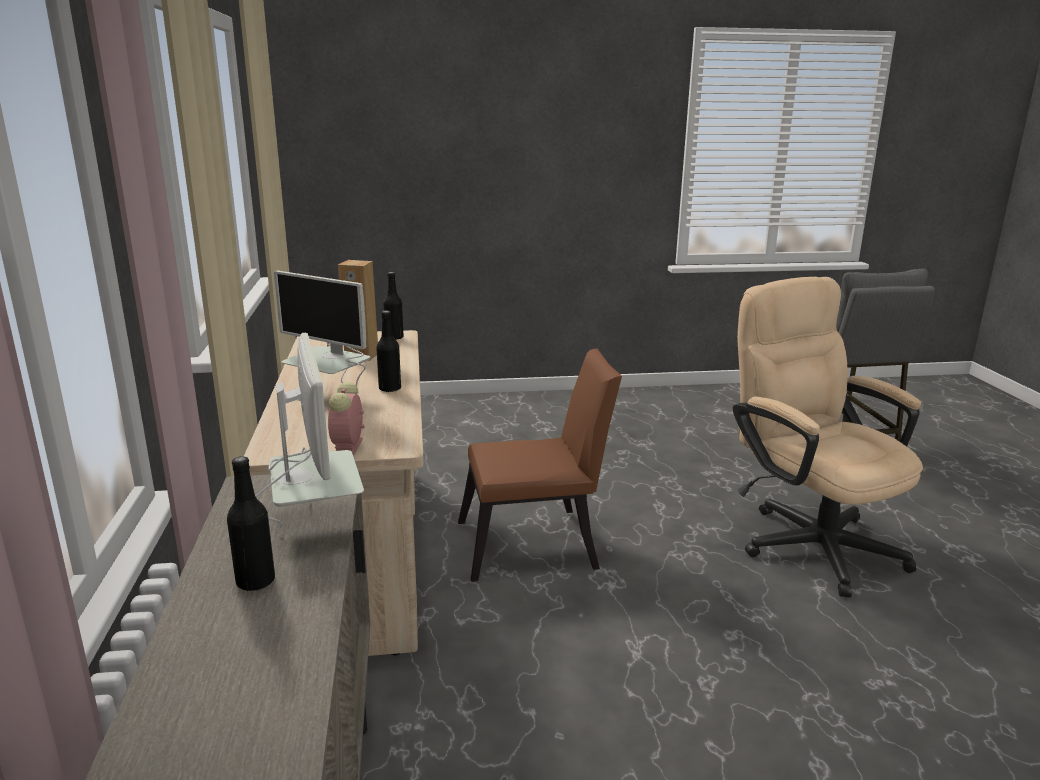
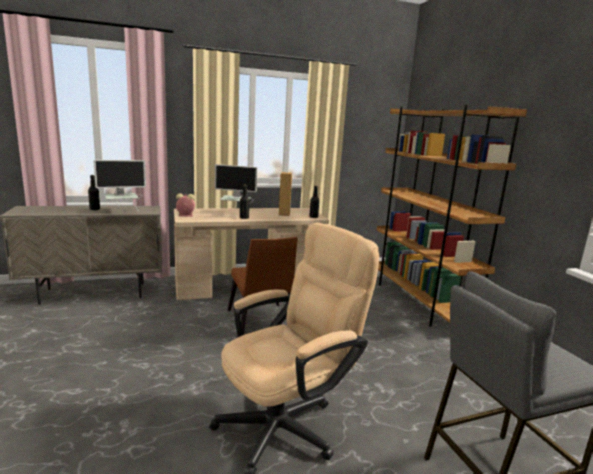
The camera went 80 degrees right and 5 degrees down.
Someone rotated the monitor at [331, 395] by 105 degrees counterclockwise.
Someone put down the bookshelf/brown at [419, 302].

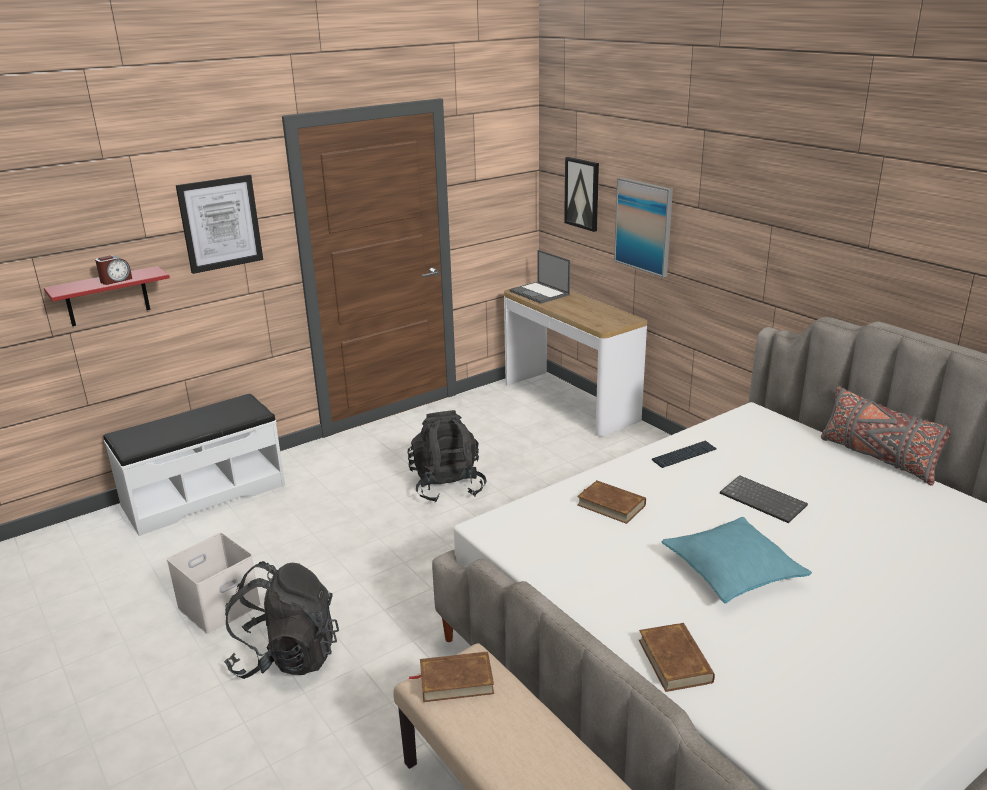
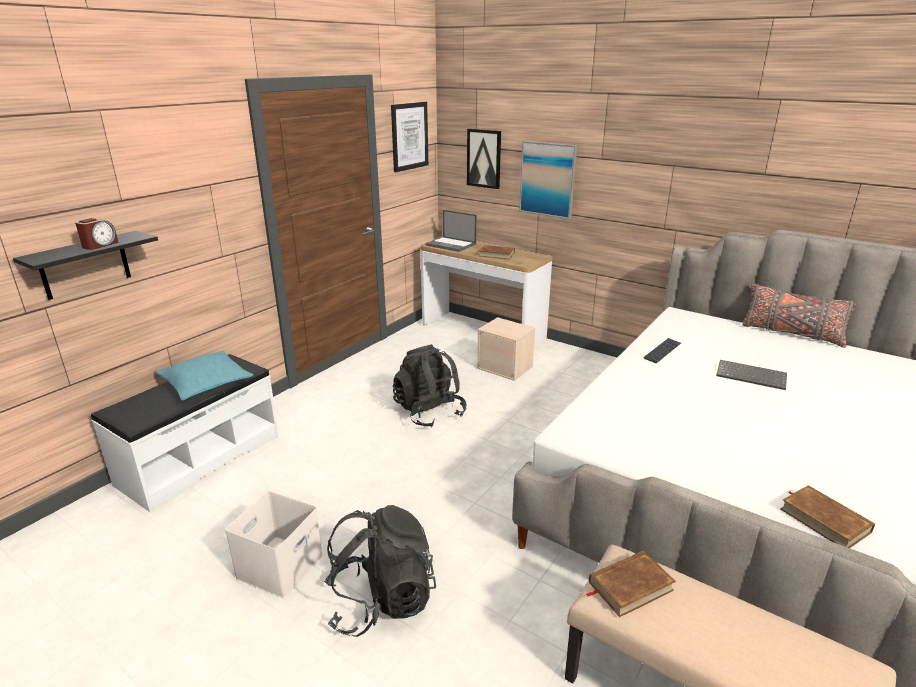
The camera went 20 degrees left and 0 degrees up.
Someone repainted the bracket shelf/red-coloured at [107, 297], which became the bracket shelf/black-coloured at [85, 265].
Someone carried the wall picture from [220, 223] to [409, 136].
Someone carried the volume/brown from [611, 505] to [496, 254].
Someone carried the cushion/turquoise-coloured from [732, 570] to [206, 383].
Someone put down the storage bin/sand-coloured at [505, 367].

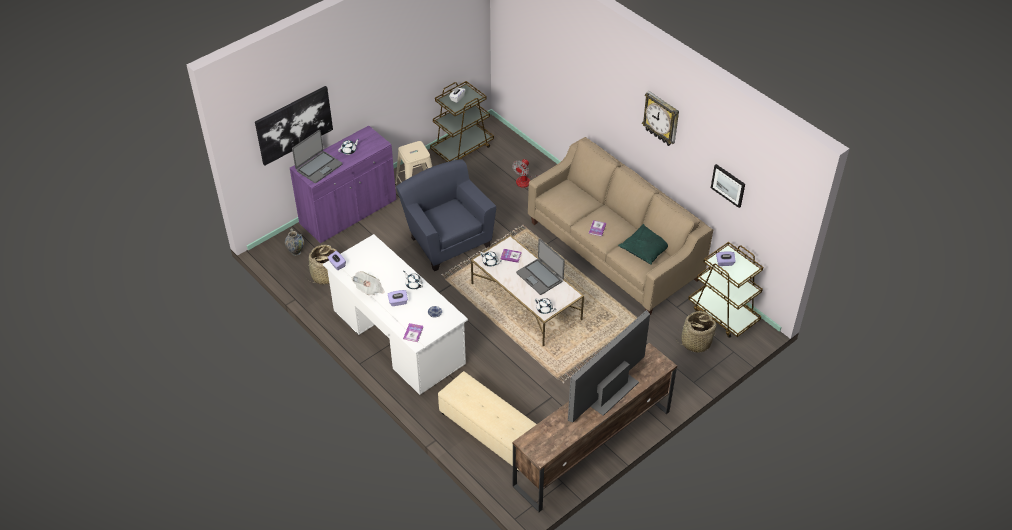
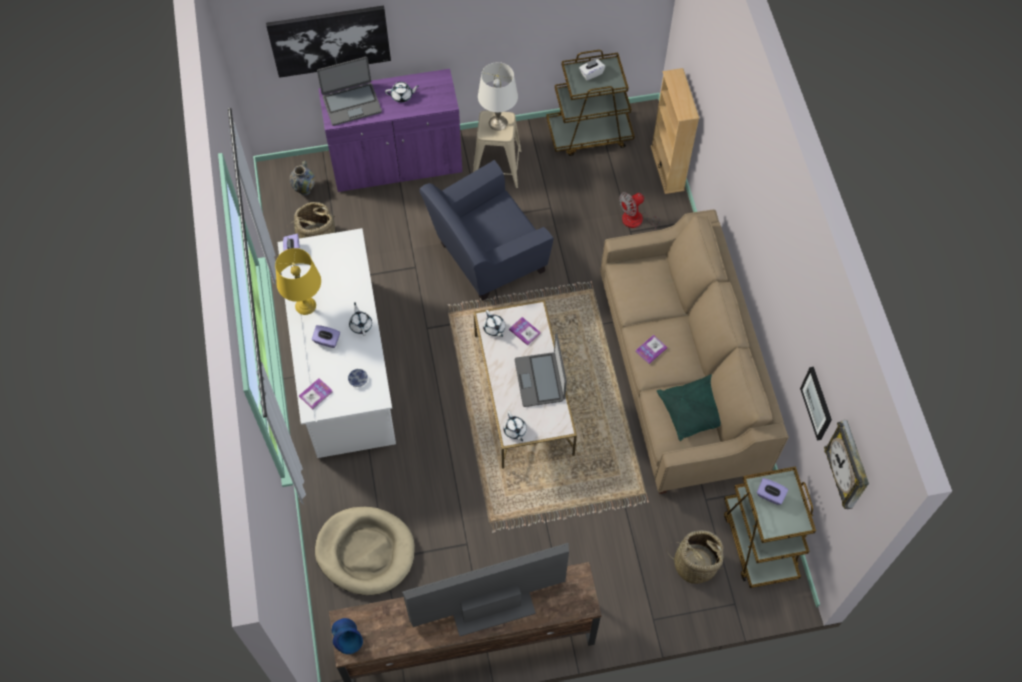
The camera went 30 degrees right and 15 degrees up.
Someone swapped the printed paper at [369, 289] for the table lamp/yellowish at [306, 305].
Someone rotated the armchair/blue at [447, 239] by 120 degrees counterclockwise.
Someone swapped the ottoman/sand-coloured at [490, 431] for the dog bed/sand-coloured at [365, 551].
Someone carried the hanging clock from [661, 118] to [848, 466].
Someone put down the flower vase/blue at [349, 641].
Someone put down the table lamp/white-coloured at [497, 122].
Someone put down the bookshelf/sand-coloured at [667, 168].

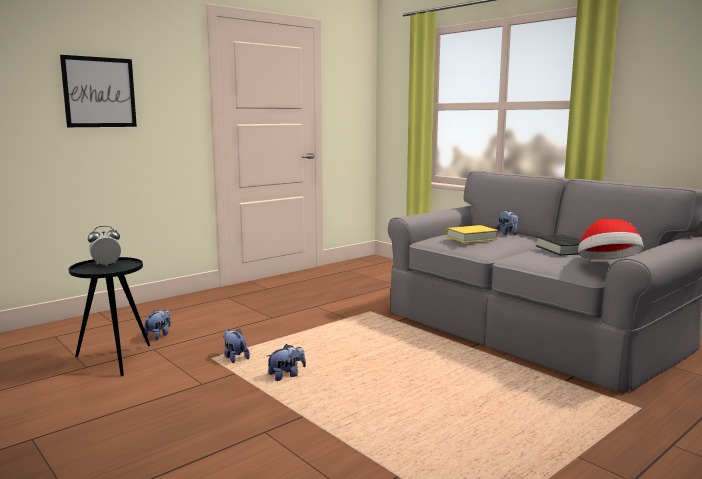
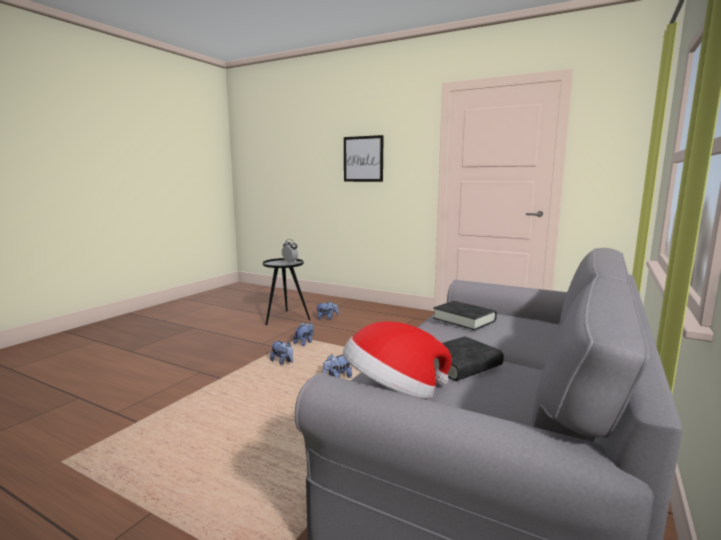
The camera went 70 degrees right and 0 degrees up.
Someone repainted the volume/yellowish at [471, 238], which became the volume/black-coloured at [464, 320].
Someone carried the soft toy from [507, 234] to [337, 378].

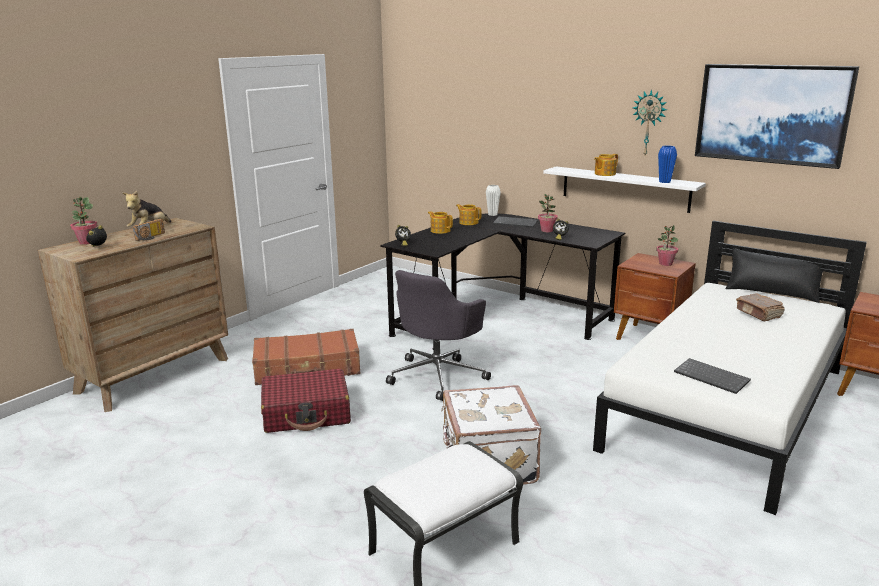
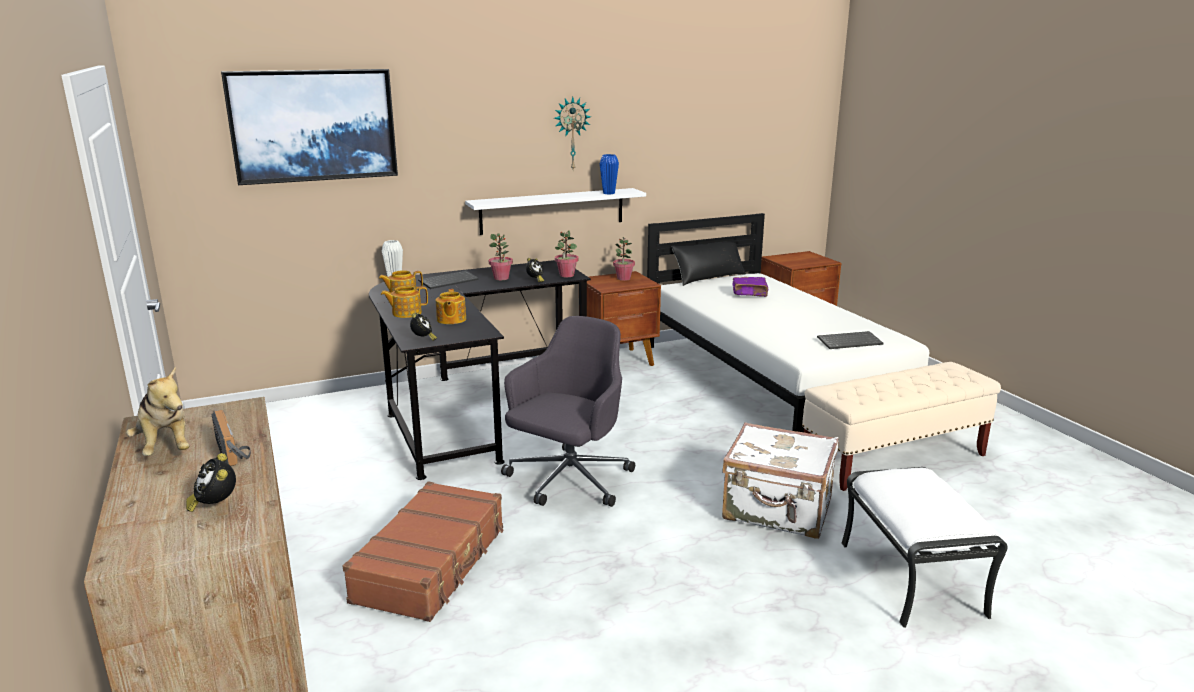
The camera went 60 degrees left and 0 degrees up.
Someone carried the plant in a pot from [87, 242] to [566, 275].
Someone took away the travel case/red-coloured at [307, 413].
Someone rotated the desk chair/gray at [438, 375] by 120 degrees counterclockwise.
Someone carried the pot for tea from [604, 174] to [451, 320].
Someone carried the wall picture from [771, 114] to [313, 125].
Someone repainted the volume/brown at [758, 314], which became the volume/purplish at [750, 293].
Someone put down the indoor bench/sand-coloured at [893, 458].

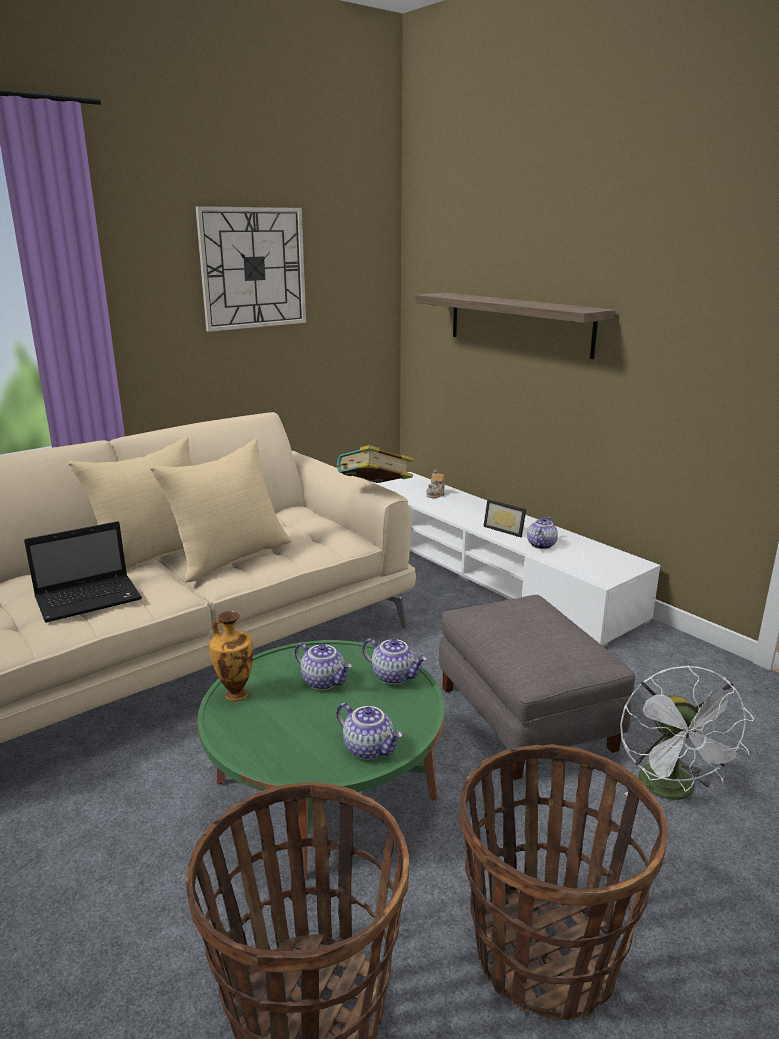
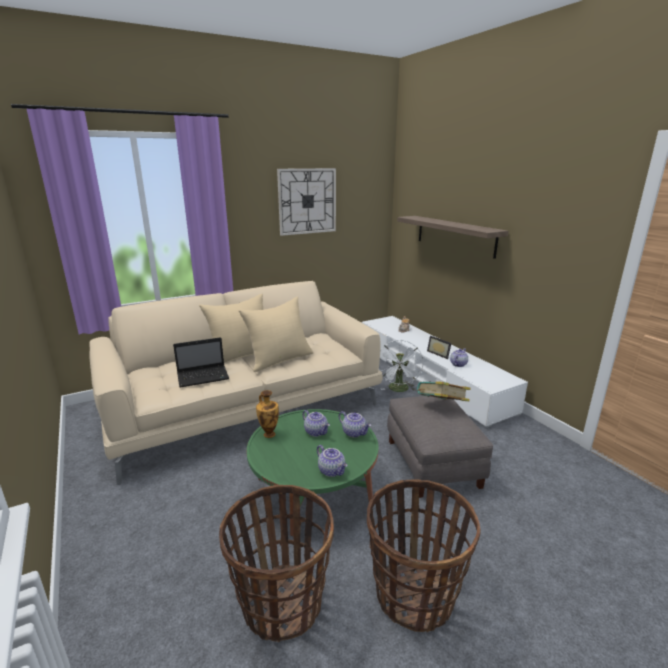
The camera went 10 degrees right and 0 degrees up.
Someone carried the volume from [374, 490] to [441, 406].
Someone carried the cooling fan/white-coloured from [672, 791] to [399, 390].

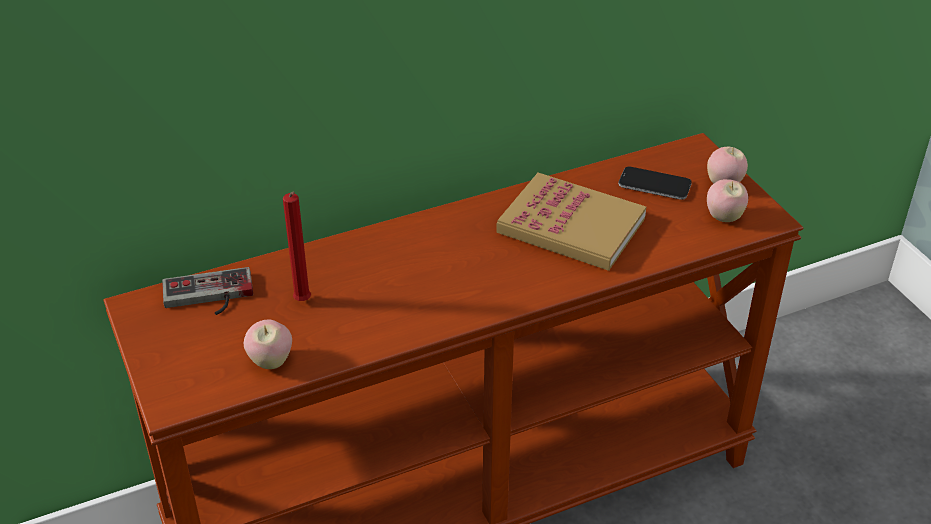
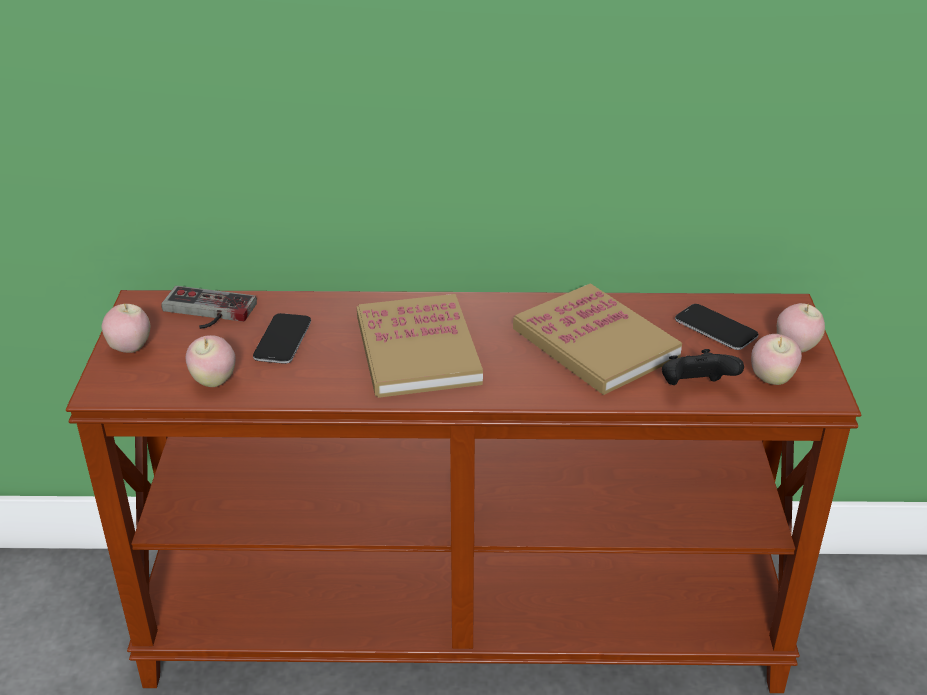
The camera went 25 degrees right and 5 degrees down.
Someone swapped the wax candle/red-coloured at [303, 303] for the phone at [282, 340].
Someone put down the apple at [130, 348].
Someone put down the volume at [417, 350].
Someone put down the gamepad/black-coloured at [695, 389].

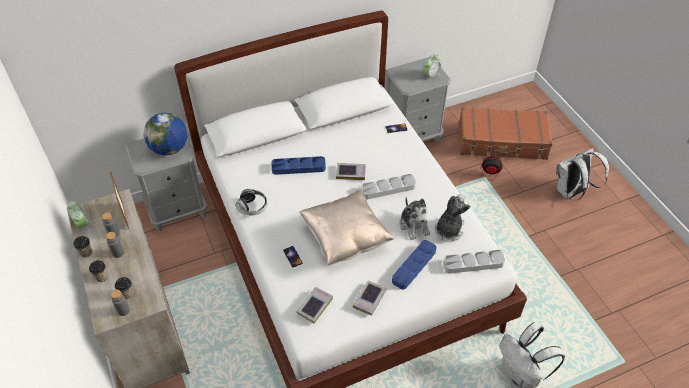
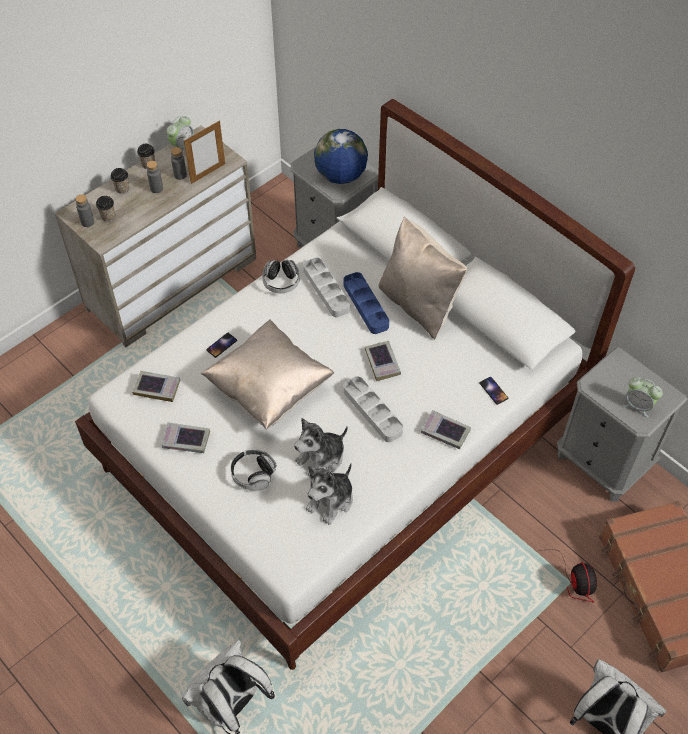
The camera went 70 degrees right and 5 degrees up.
Someone swapped the serving tray/blue at [414, 266] for the headphones at [253, 475].
Someone rotated the soft toy at [448, 229] by 120 degrees clockwise.
Someone carried the serving tray/gray from [473, 263] to [326, 290].
Someone put down the cushion/sand-coloured at [419, 304].
Someone put down the volume at [445, 432].

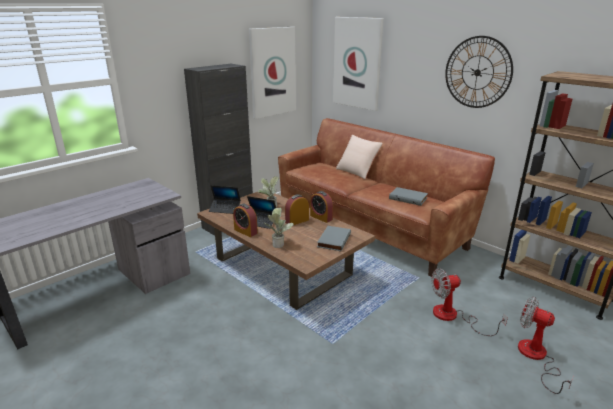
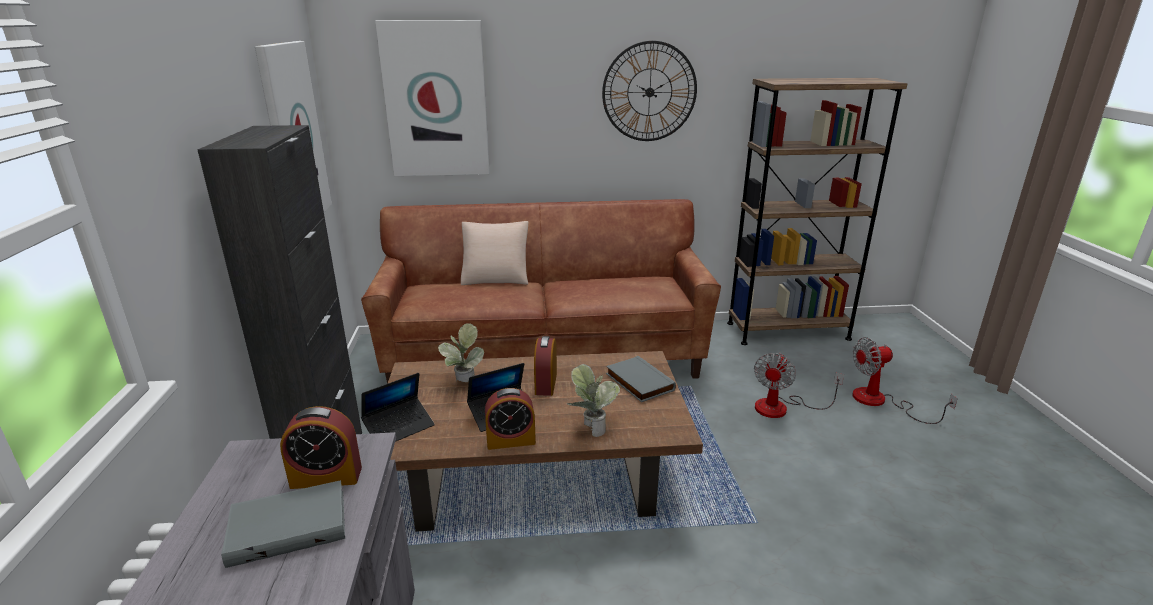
The camera went 50 degrees left and 0 degrees up.
Someone carried the bedside clock from [321, 217] to [326, 477].
Someone carried the volume/gray from [408, 198] to [289, 525].

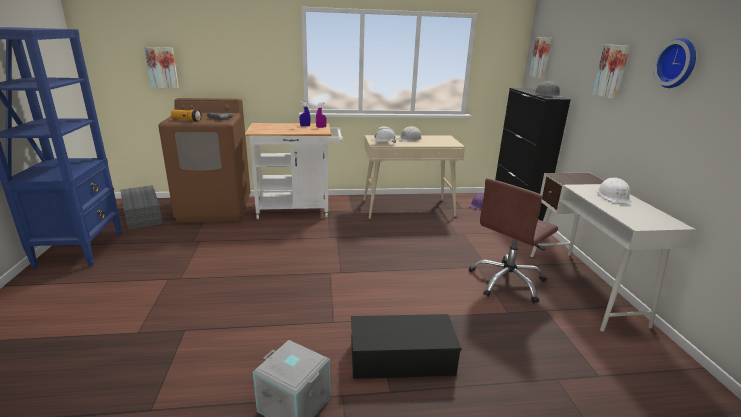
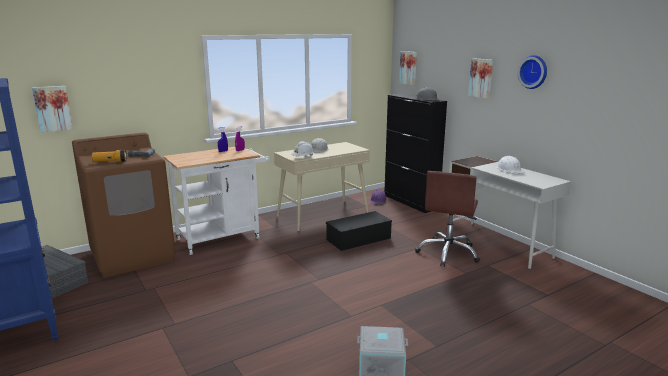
The camera went 25 degrees left and 5 degrees down.
Someone carried the storage bin/black-coloured from [400, 359] to [358, 239].

